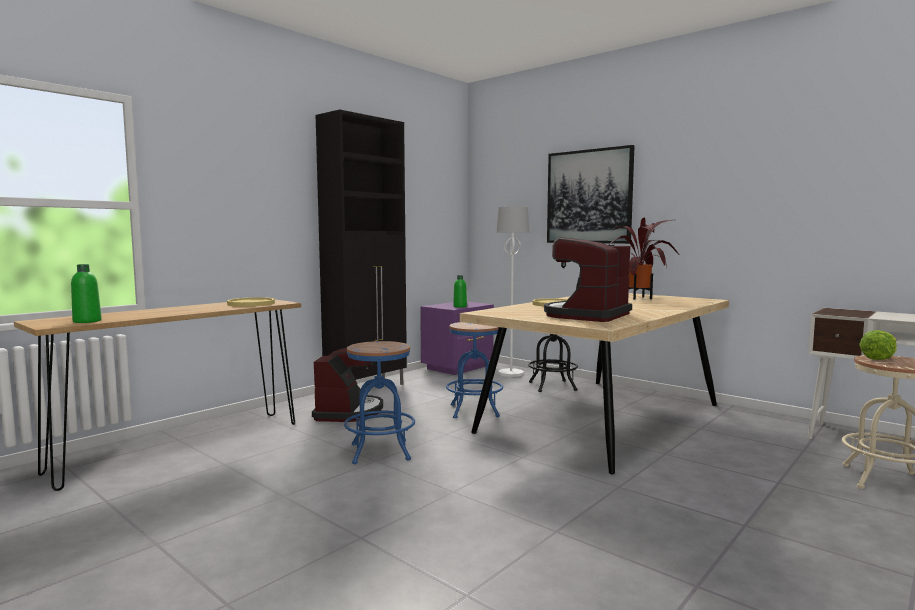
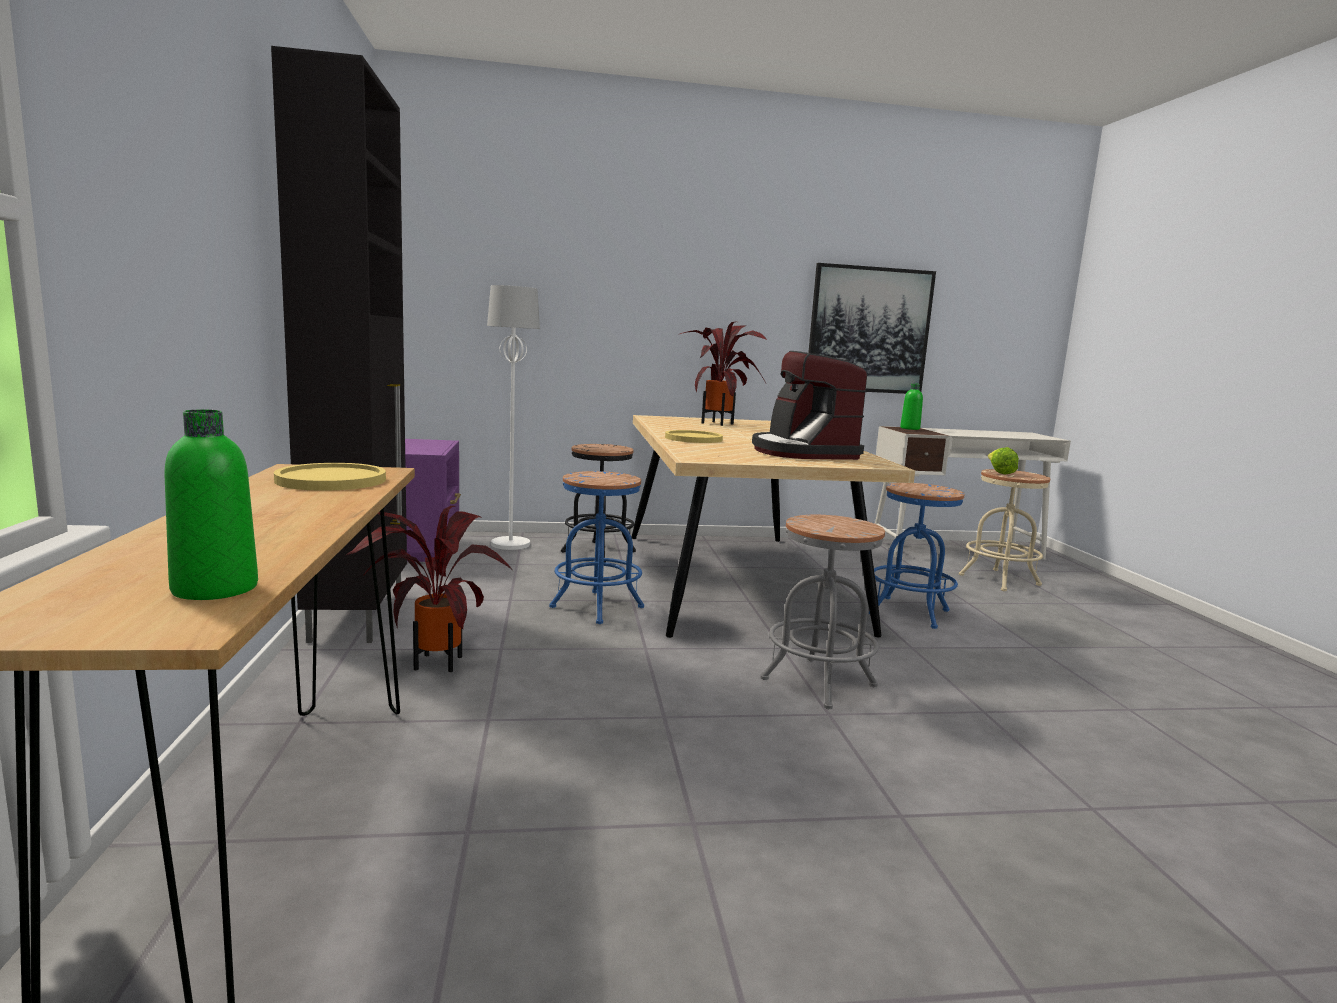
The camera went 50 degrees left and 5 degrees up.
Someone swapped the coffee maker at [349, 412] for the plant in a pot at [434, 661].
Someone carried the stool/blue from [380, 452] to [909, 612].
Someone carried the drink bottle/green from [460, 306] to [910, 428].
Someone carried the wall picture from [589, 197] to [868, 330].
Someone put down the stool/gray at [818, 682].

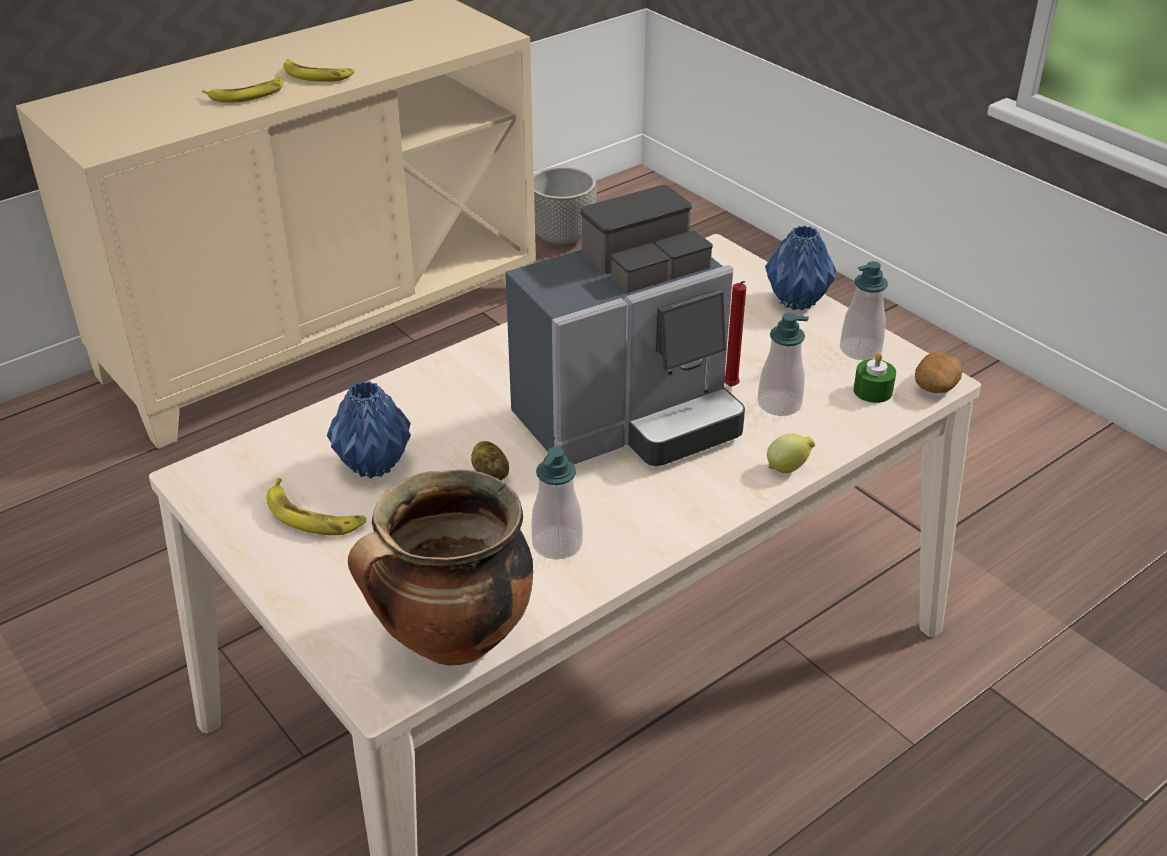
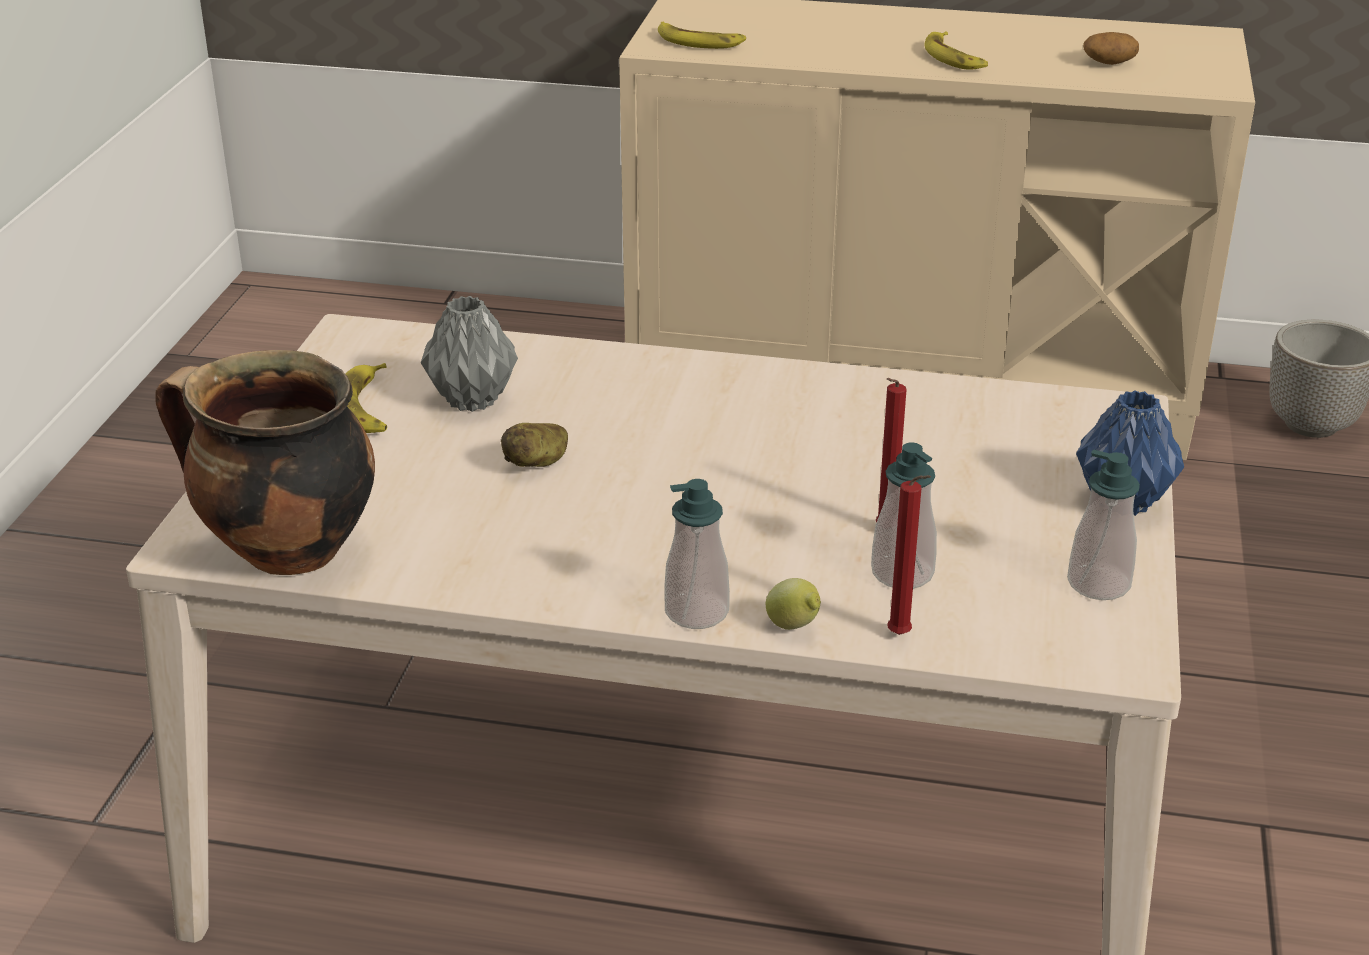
The camera went 50 degrees right and 5 degrees down.
Someone carried the whole banana from [247, 95] to [699, 42].
Someone repainted the flower vase/blue at [372, 465], which became the flower vase/gray at [470, 399].
Someone took away the coffee maker at [630, 421].
Someone carried the soap bottle from [557, 544] to [696, 612].
Someone took away the wax candle/green at [872, 391].
Someone carried the whole potato from [935, 386] to [1109, 62].
Someone put down the wax candle/red-coloured at [902, 636].

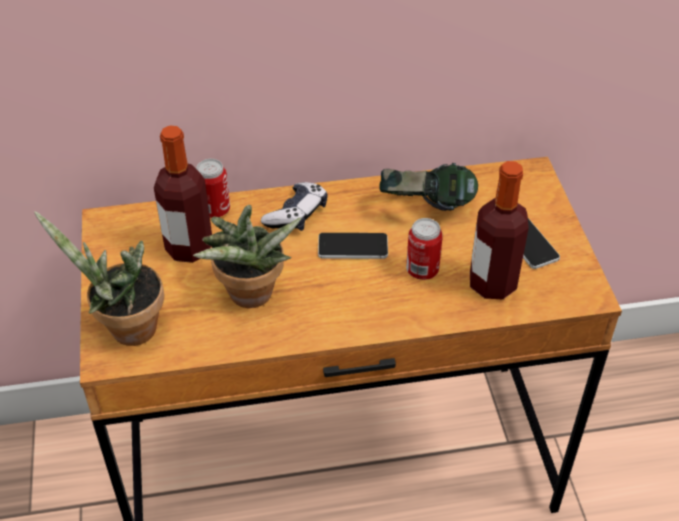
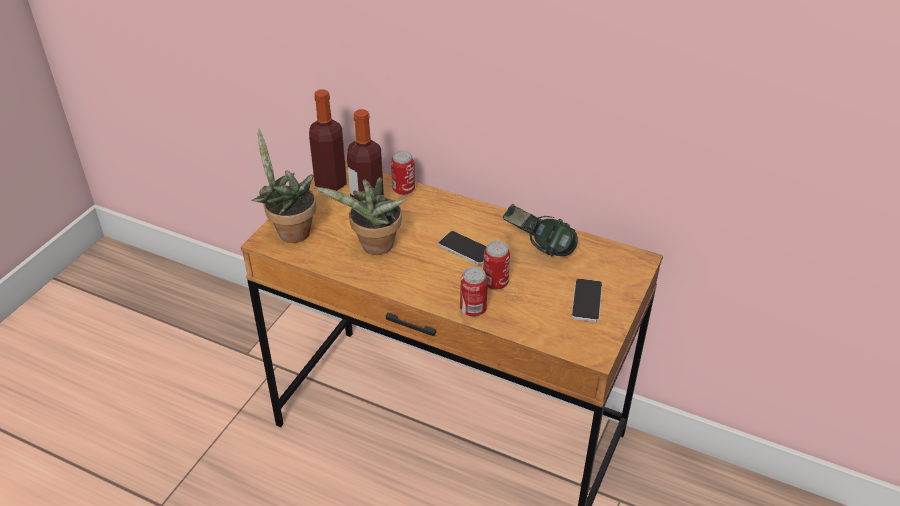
The camera went 35 degrees right and 5 degrees down.
Someone took away the gamepad at [296, 214].
Someone carried the drink bottle from [492, 284] to [330, 183].
Someone put down the metal can at [473, 309].

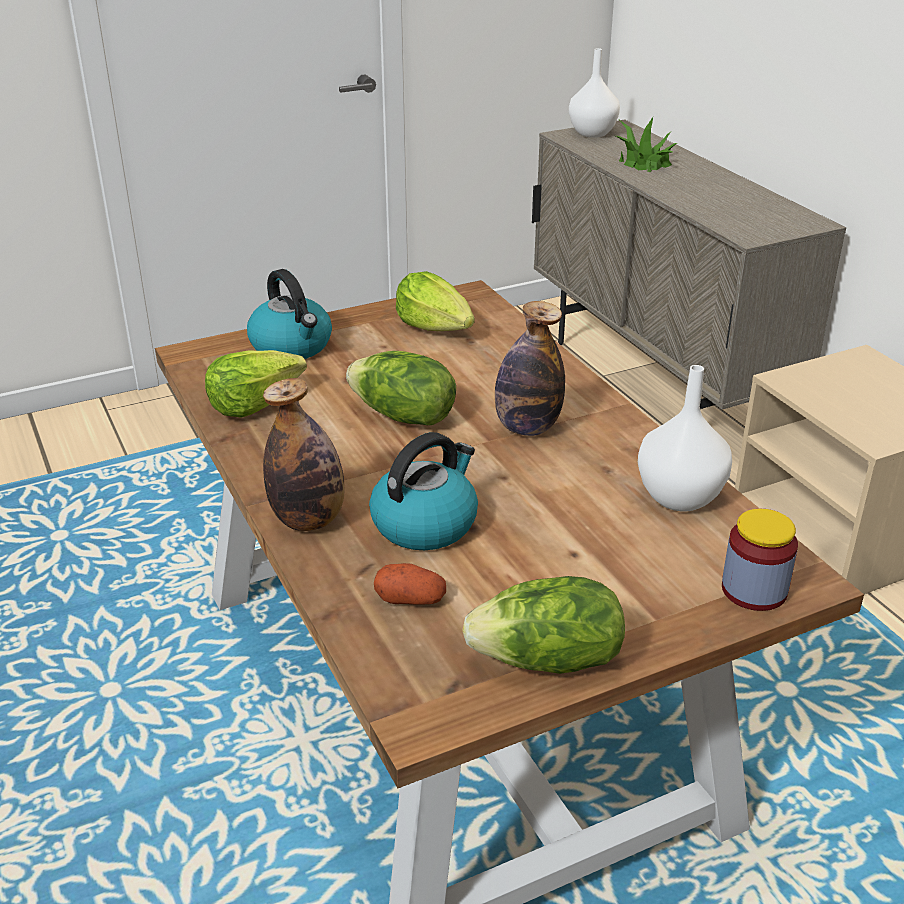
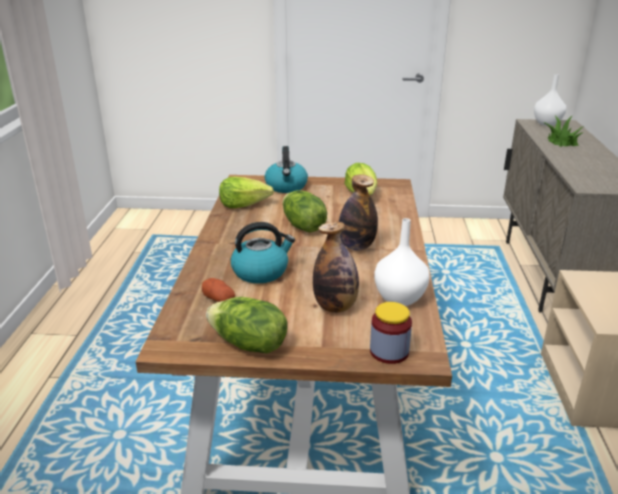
The camera went 30 degrees right and 5 degrees down.
Someone carried the drink bottle from [308, 520] to [335, 307].

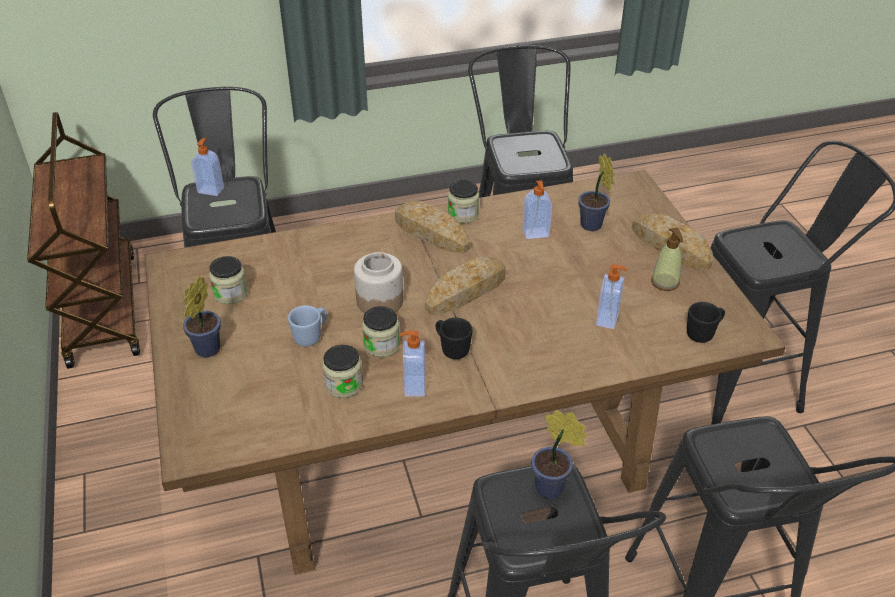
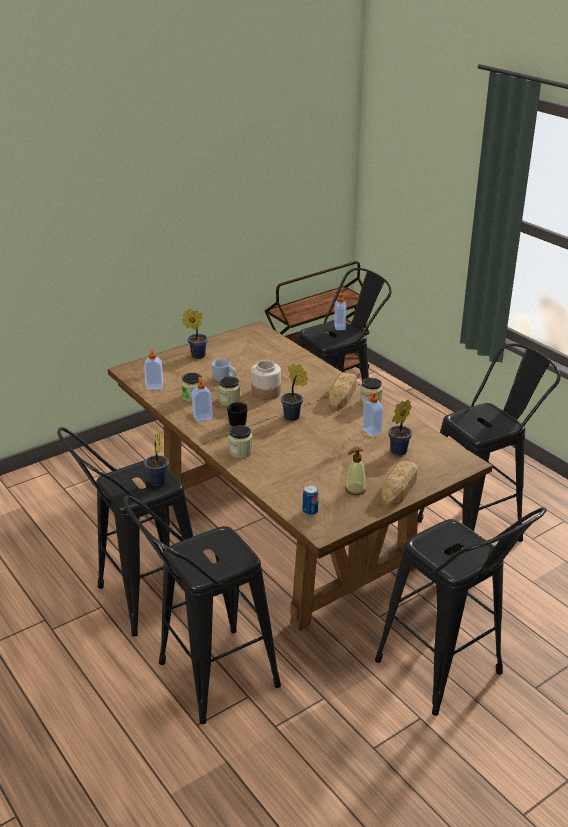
The camera went 70 degrees right and 10 degrees down.
Someone carried the preserve jar from [230, 293] to [240, 452].
Someone swapped the baked bread at [466, 291] for the plant in a pot at [293, 417].
Someone carried the soap bottle from [608, 319] to [154, 387].
Someone swapped the coffee mug/black-coloured at [703, 333] for the metal can at [310, 511].

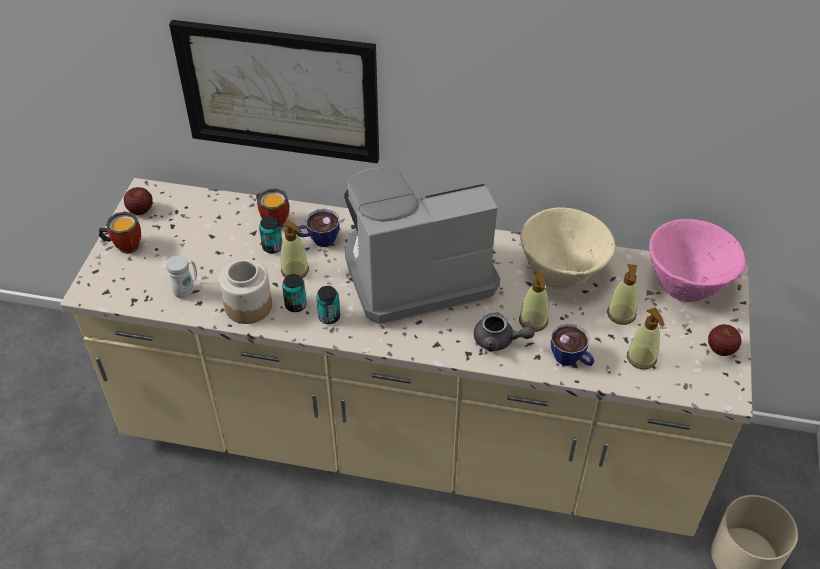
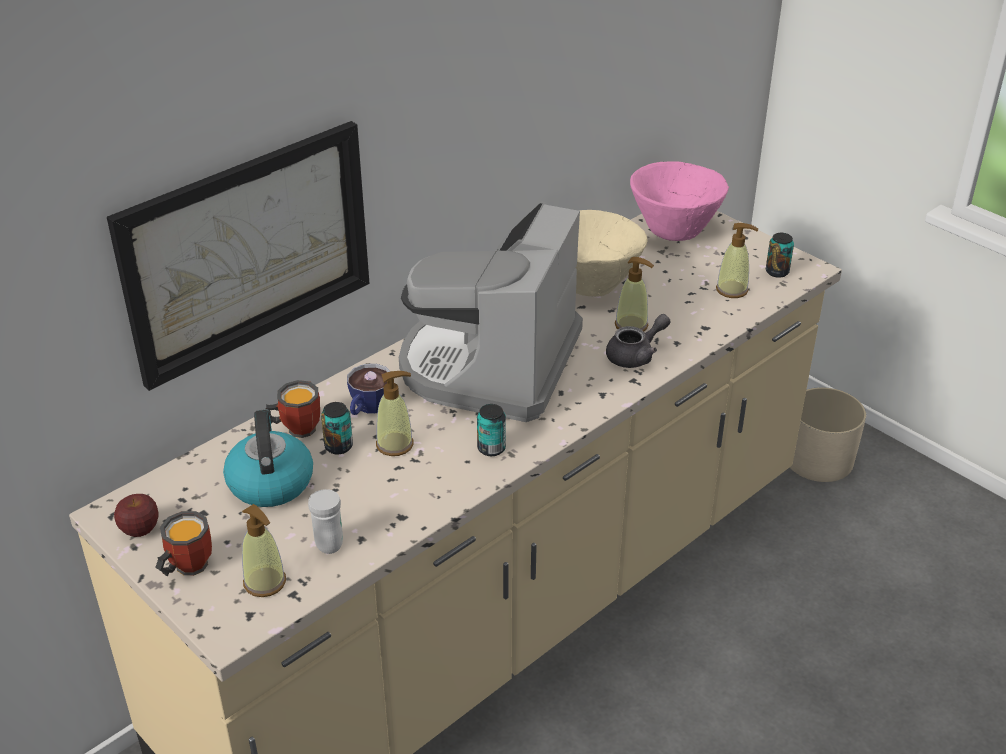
The camera went 55 degrees left and 10 degrees down.
Someone took away the preserve jar at [249, 306].
Someone carried the metal can from [295, 305] to [777, 272].
Someone took away the drinking cup at [571, 359].
Someone carried the soap bottle from [621, 314] to [265, 582].
Someone took away the apple at [721, 350].
Someone put down the tea kettle at [270, 482].

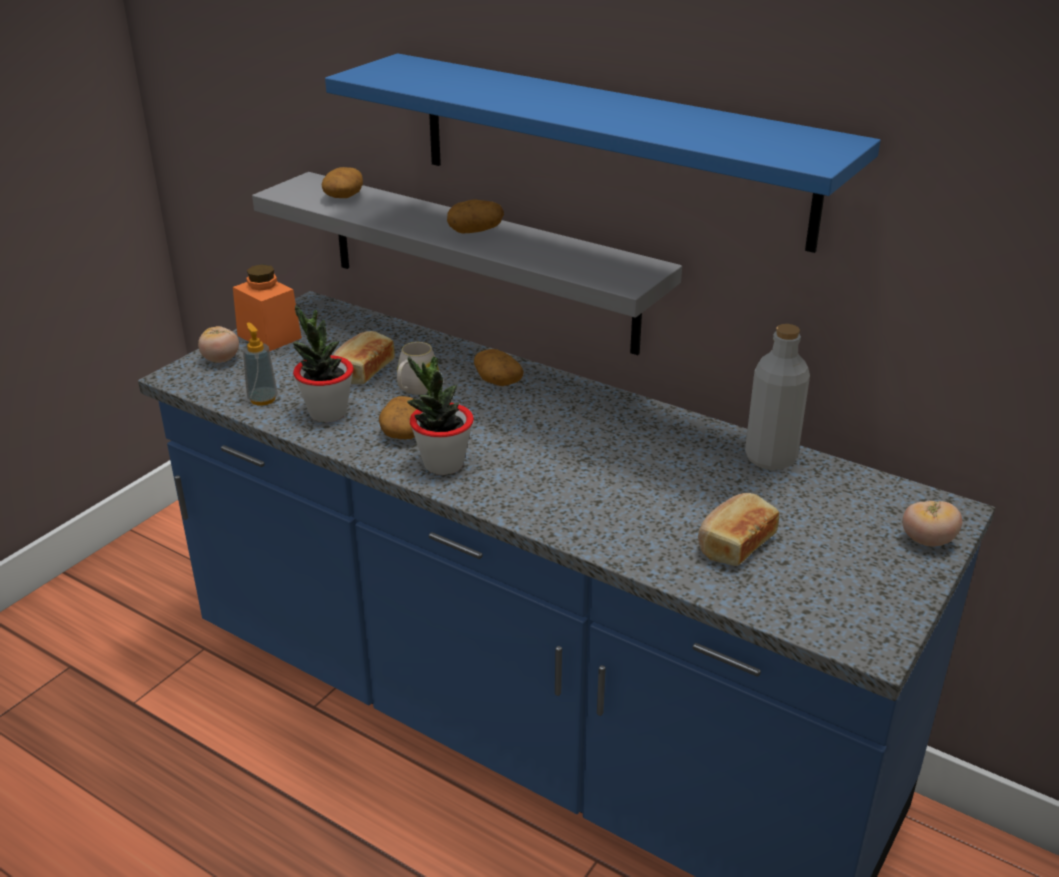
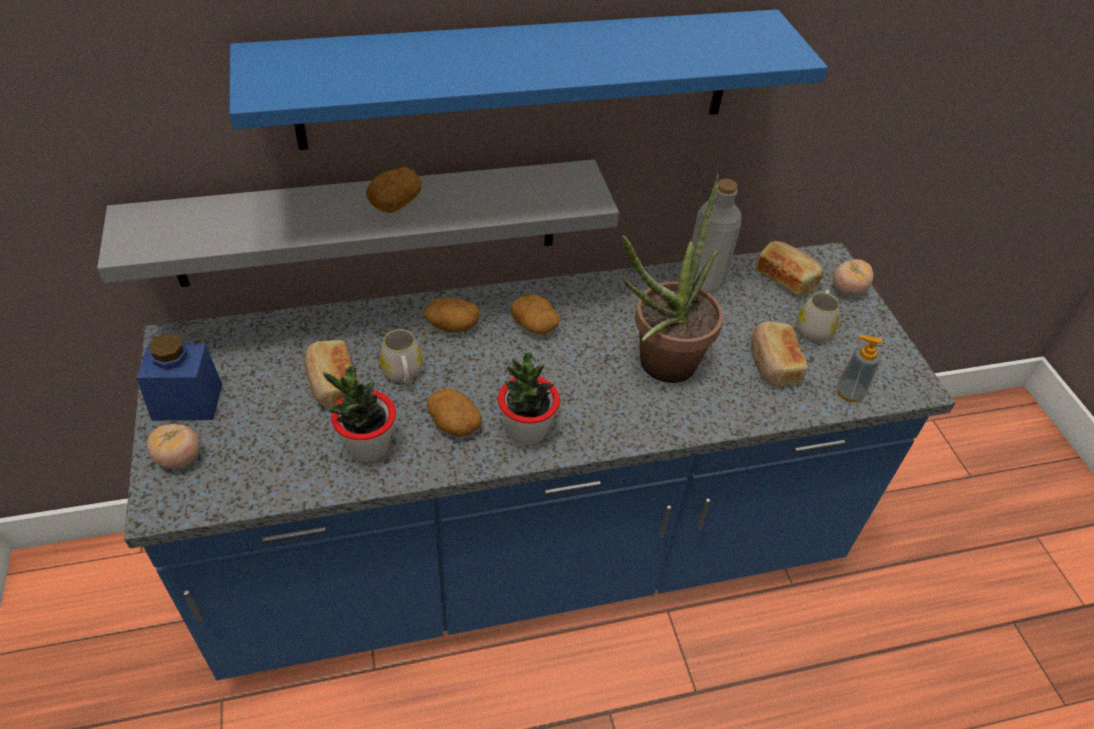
The camera went 50 degrees left and 15 degrees up.
Someone repainted the preserve jar/orangey at [269, 336], which became the preserve jar/blue at [187, 402].
Someone carried the soap bottle from [263, 399] to [849, 393].
Someone carried the whole potato from [343, 197] to [535, 325].
Someone put down the plant in a pot at [658, 368].
Someone put down the baked bread at [786, 278].
Someone put down the coffee mug/white-coloured at [814, 327].

